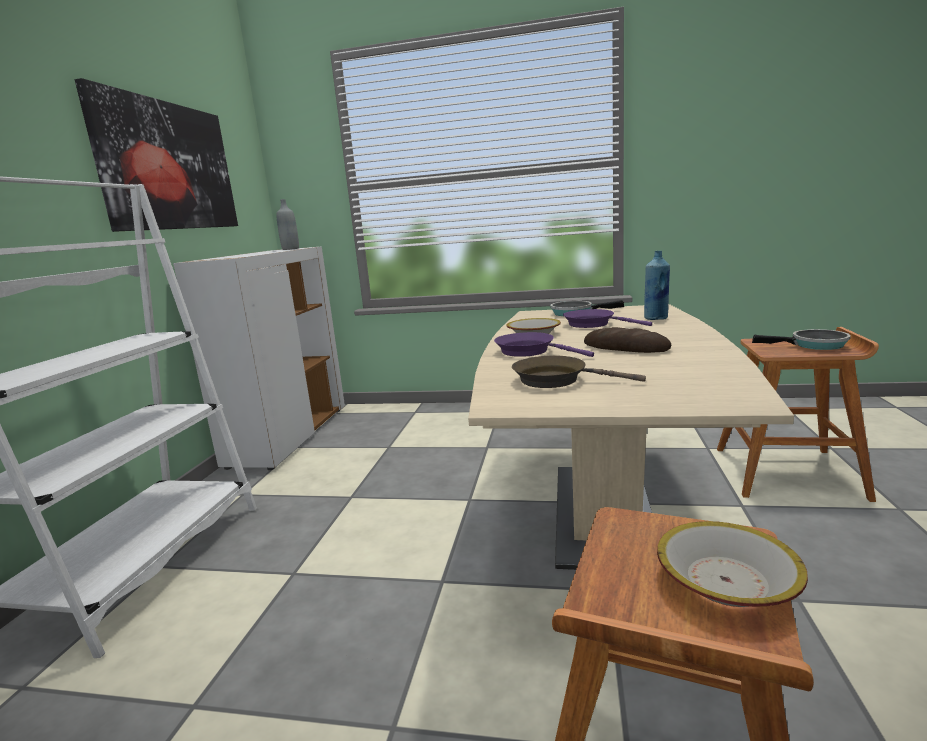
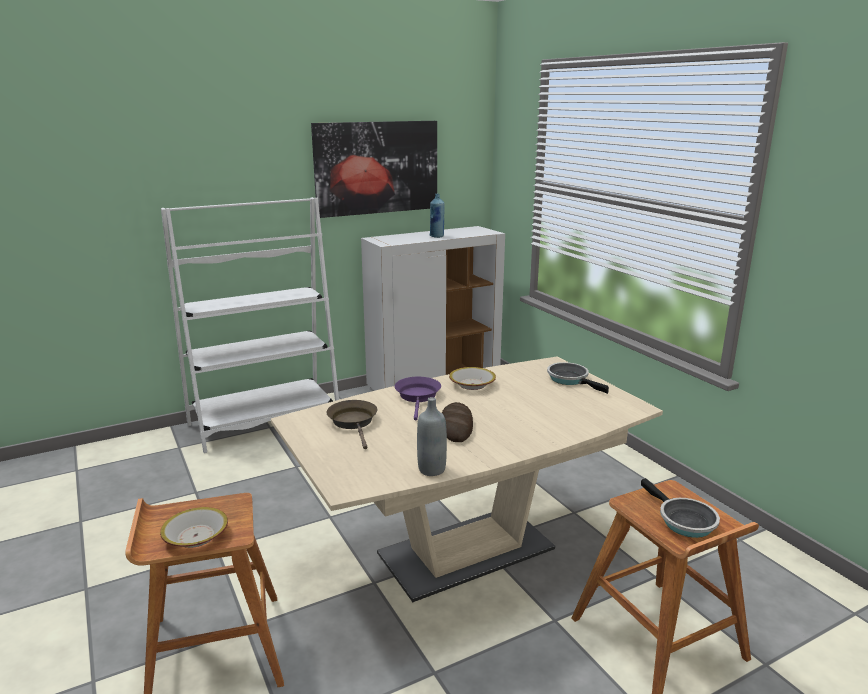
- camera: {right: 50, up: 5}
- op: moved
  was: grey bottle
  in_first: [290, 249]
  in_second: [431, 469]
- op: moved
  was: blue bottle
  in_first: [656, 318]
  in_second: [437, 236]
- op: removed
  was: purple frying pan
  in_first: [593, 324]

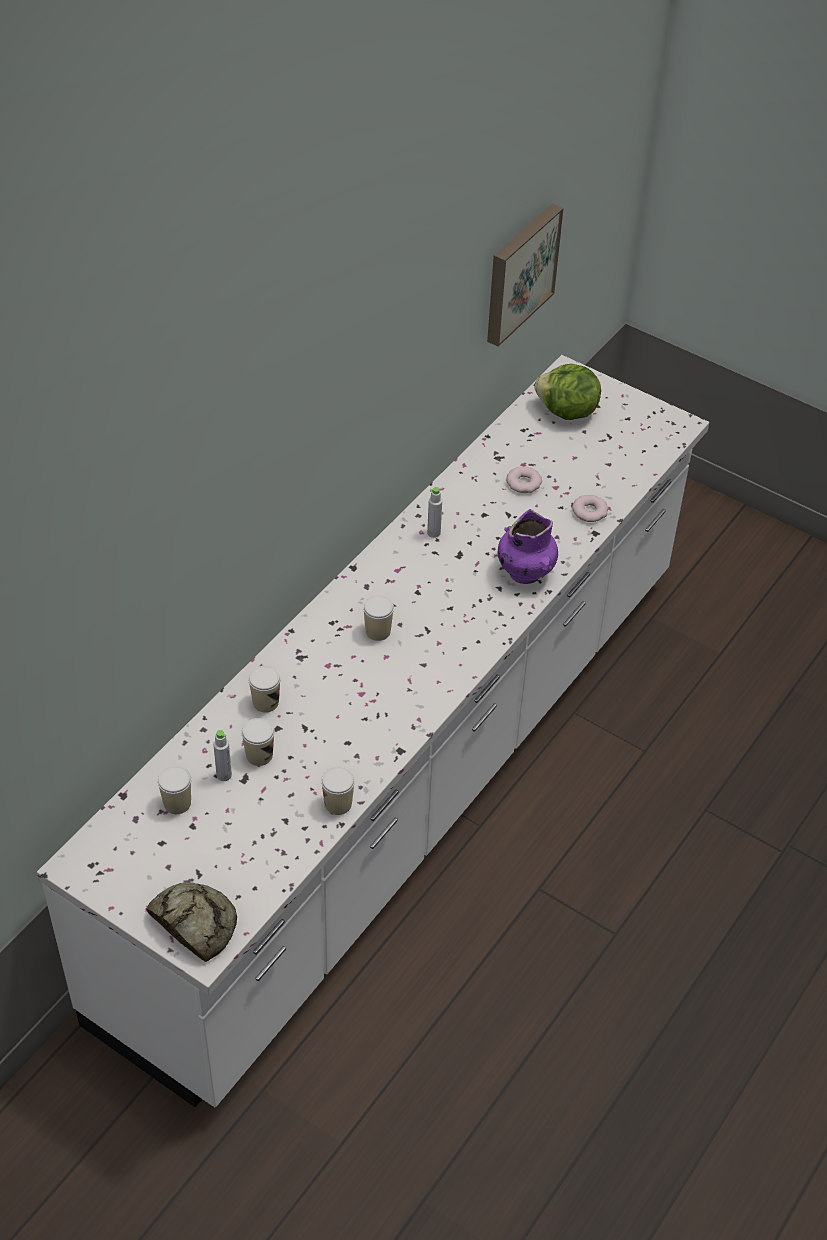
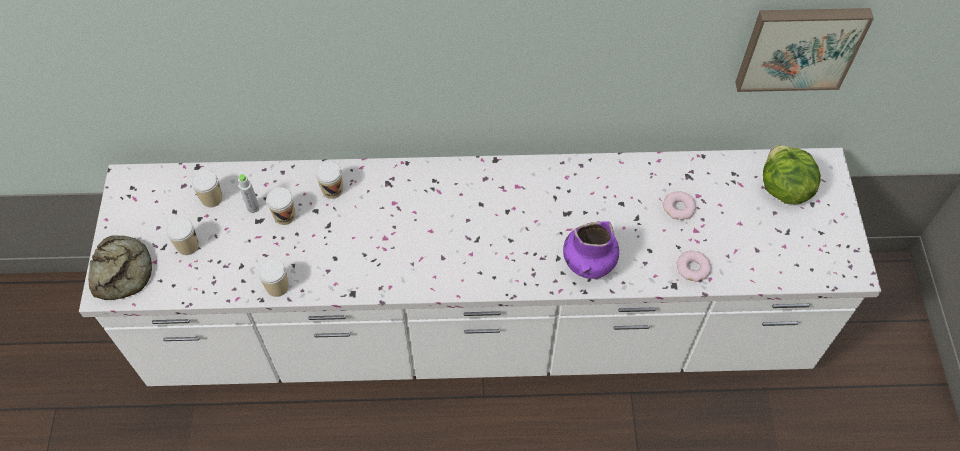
- camera: {right: 55, up: 10}
- op: moved
  was: cup
  in_first: [378, 631]
  in_second: [187, 245]
- op: removed
  was: grey bottle
  in_first: [433, 533]

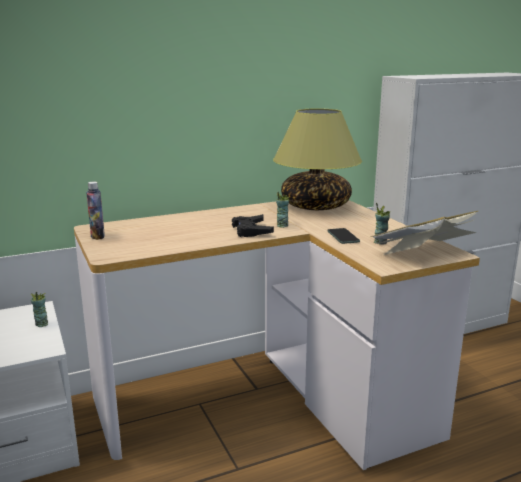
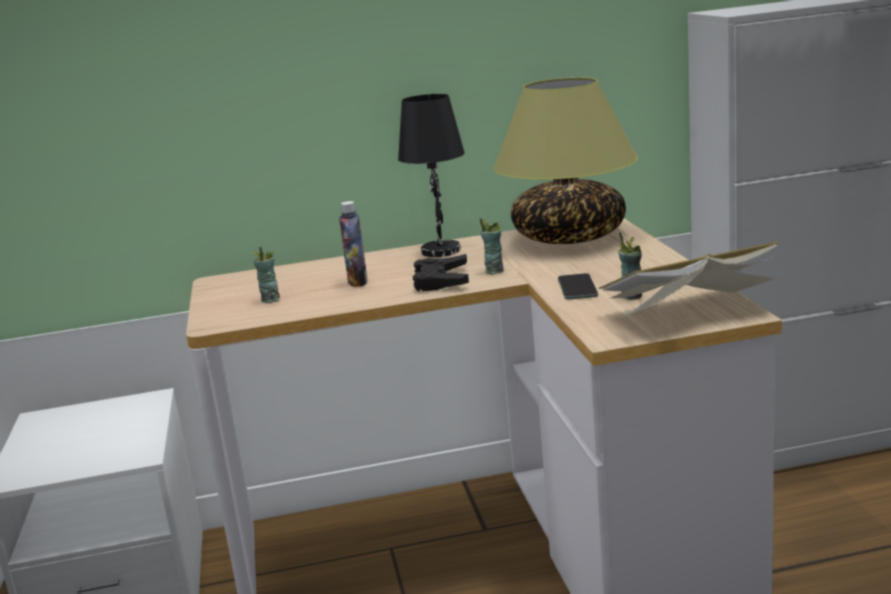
- camera: {right: 15, up: 0}
- op: moved
  was: cup
  in_first: [41, 324]
  in_second: [270, 300]
- op: moved
  was: bottle
  in_first: [97, 236]
  in_second: [357, 282]
- op: added
  now: black table lamp
  in_second: [440, 250]

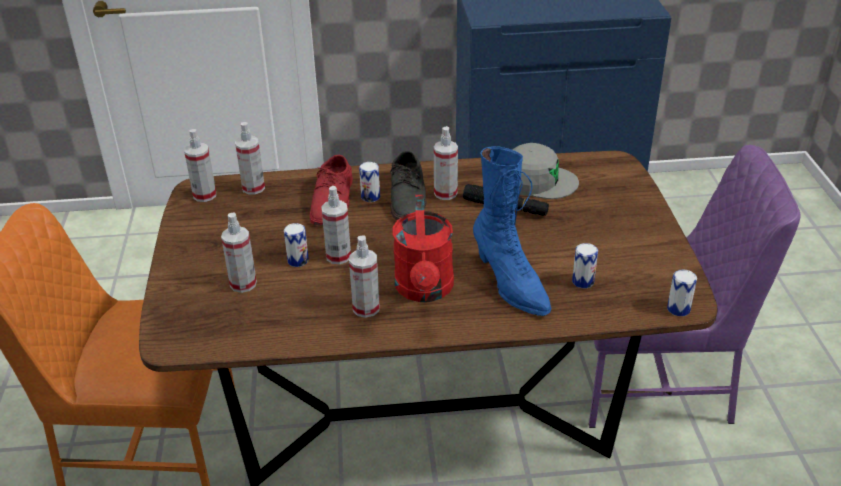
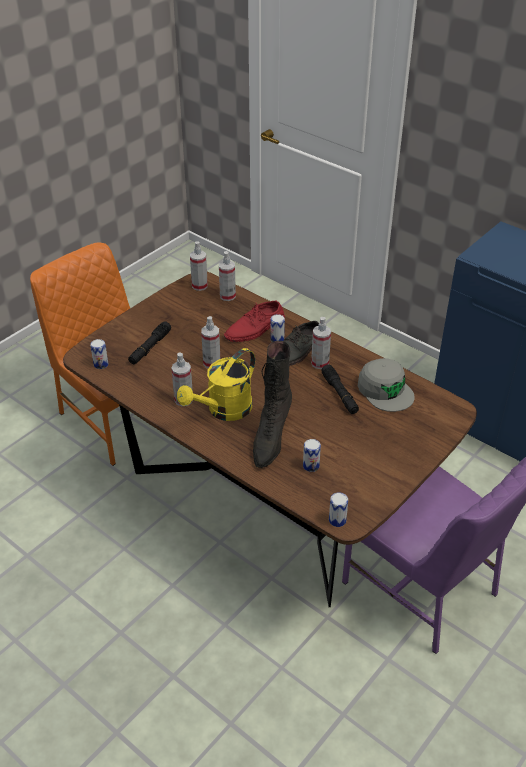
- camera: {right: 45, up: 5}
- op: moved
  was: can
  in_first: [298, 260]
  in_second: [101, 364]
- op: replaced
  was: spray bottle
  now: black flashlight
  in_first: [243, 284]
  in_second: [150, 347]
- op: recoloured
  was: red watering can
  now: yellow watering can
  in_first: [425, 290]
  in_second: [224, 411]
- op: recoloured
  was: blue boot
  now: black boot
  in_first: [510, 284]
  in_second: [270, 438]

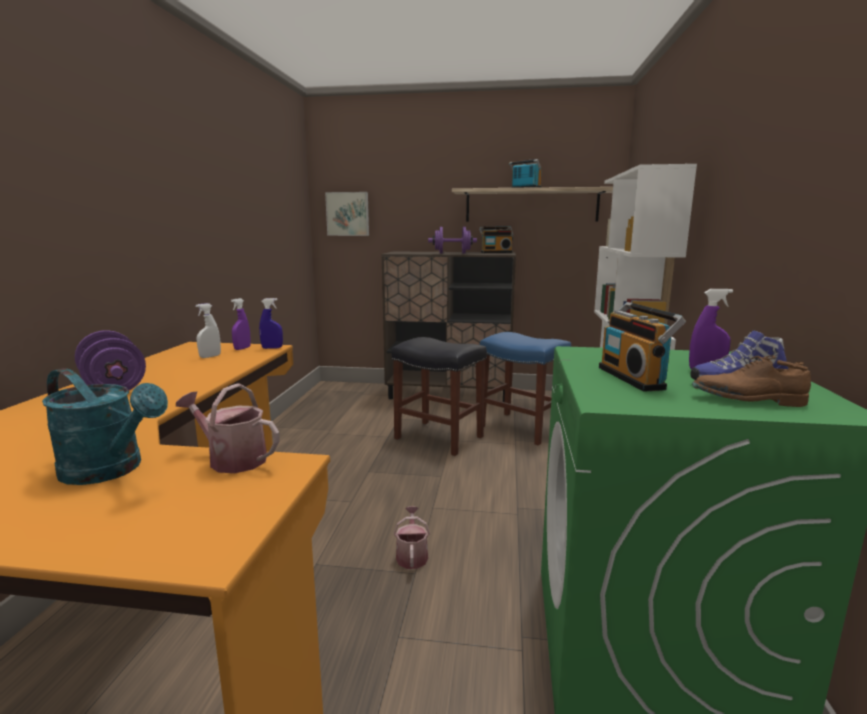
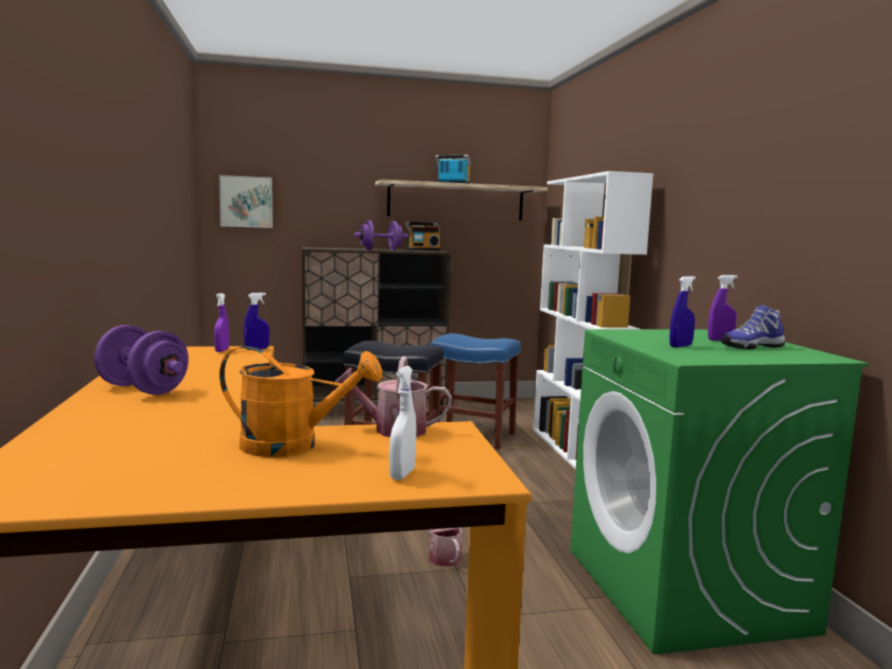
- camera: {right: -20, up: -5}
- op: recoloured
  was: turquoise watering can
  now: orange watering can
  in_first: [110, 470]
  in_second: [293, 445]
- op: moved
  was: white spray bottle
  in_first: [210, 356]
  in_second: [402, 474]
- op: replaced
  was: radio
  now: blue spray bottle
  in_first: [634, 378]
  in_second: [680, 346]
- op: removed
  was: brown shoe
  in_first: [747, 400]

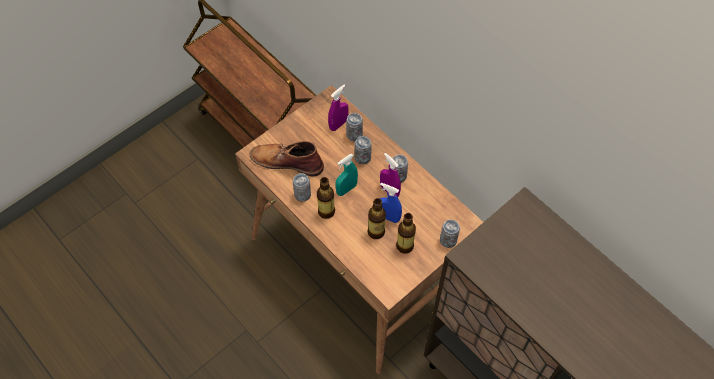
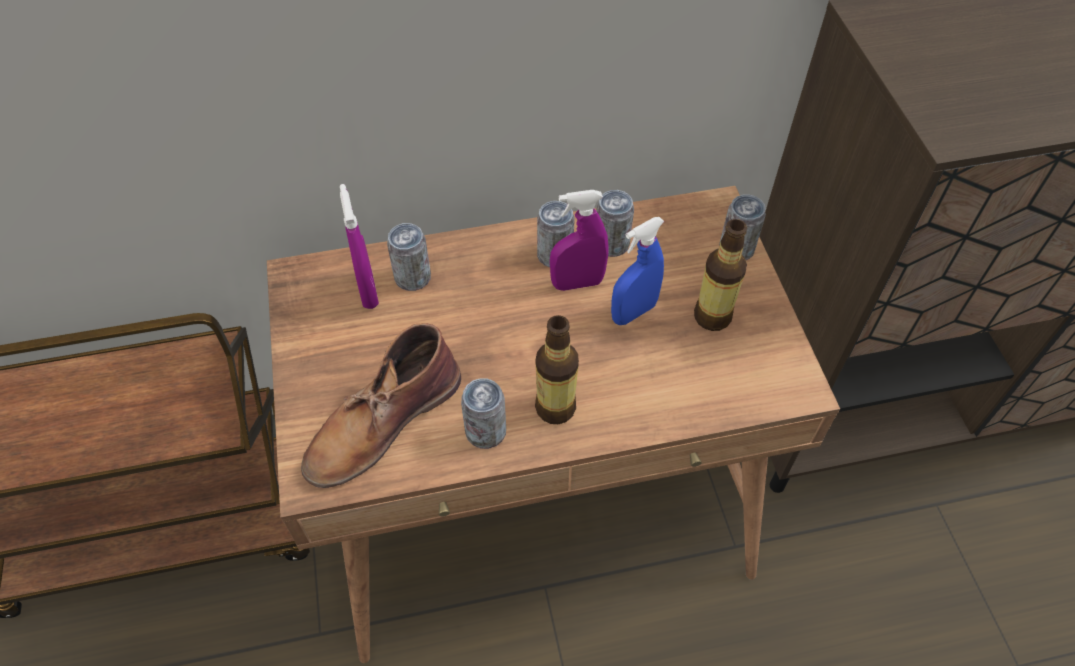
- camera: {right: -60, up: -5}
- op: moved
  was: can
  in_first: [362, 158]
  in_second: [611, 244]
- op: removed
  was: turquoise spray bottle
  in_first: [346, 189]
- op: removed
  was: bottle
  in_first: [376, 232]

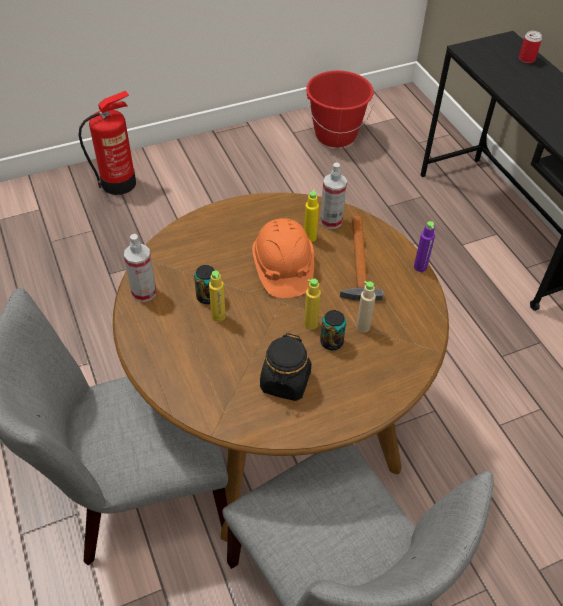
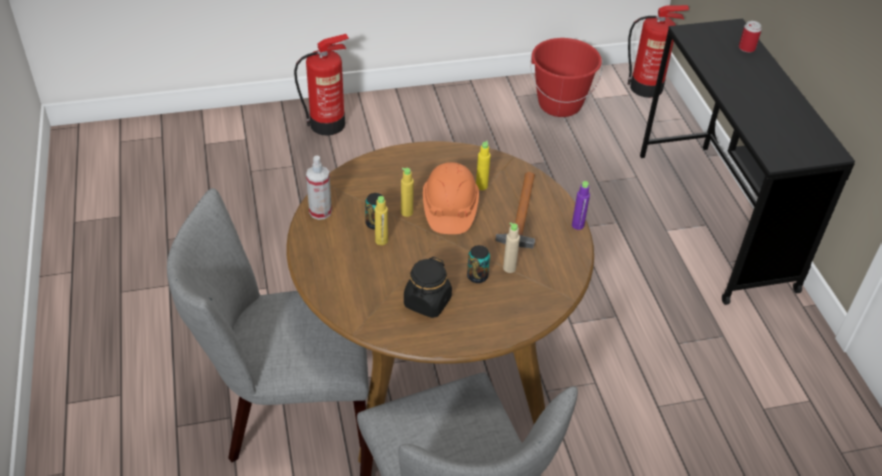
- camera: {right: 10, up: -5}
- op: moved
  was: yellow bottle
  in_first: [310, 324]
  in_second: [406, 212]
- op: added
  now: fire extinguisher
  in_second: [647, 87]
- op: removed
  was: spray bottle
  in_first: [331, 221]

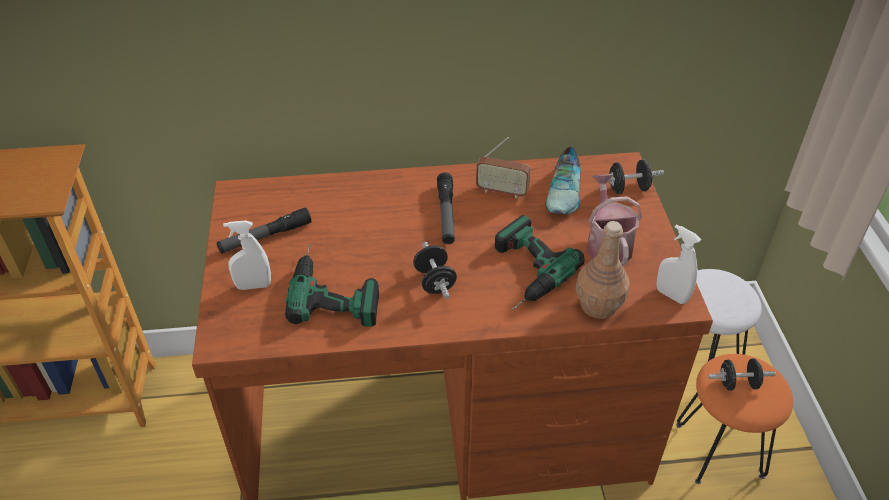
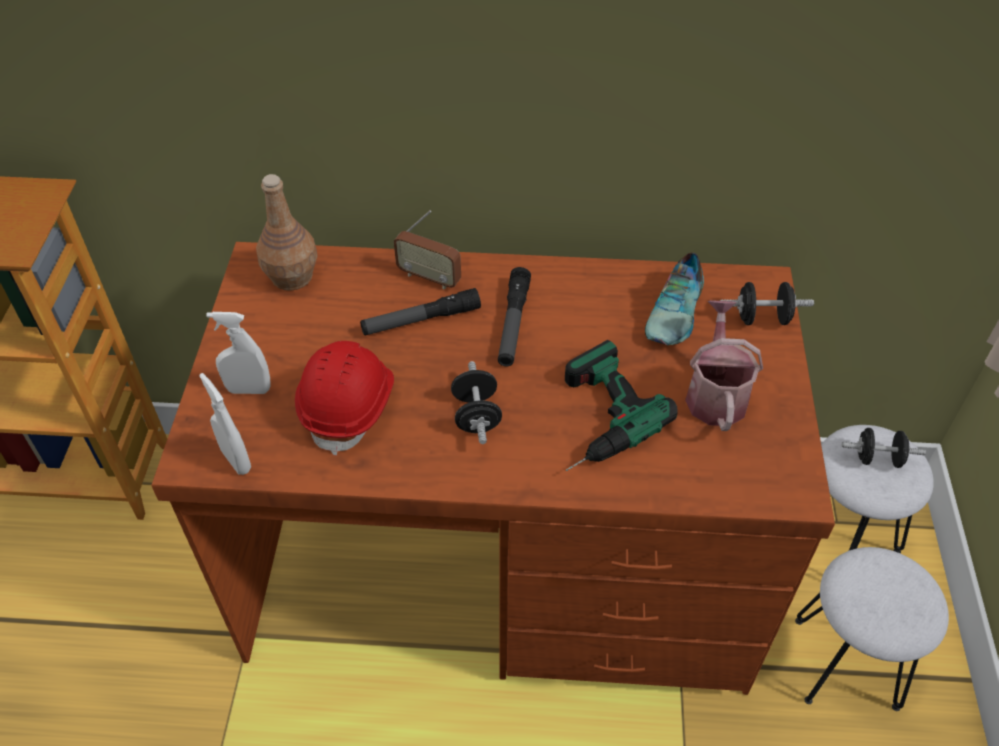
- camera: {right: 10, up: 5}
- op: moved
  was: white spray bottle
  in_first: [671, 295]
  in_second: [236, 460]
- op: moved
  was: brown bottle
  in_first: [598, 305]
  in_second: [292, 276]
- op: replaced
  was: power drill
  now: red hard hat
  in_first: [335, 287]
  in_second: [349, 406]
- op: moved
  was: flashlight
  in_first: [265, 237]
  in_second: [421, 320]
- op: moved
  was: radio
  in_first: [502, 191]
  in_second: [429, 277]
- op: recoloured
  was: orange stool
  now: white stool
  in_first: [719, 449]
  in_second: [845, 661]
- op: moved
  was: black dumbbell
  in_first: [737, 383]
  in_second: [878, 458]

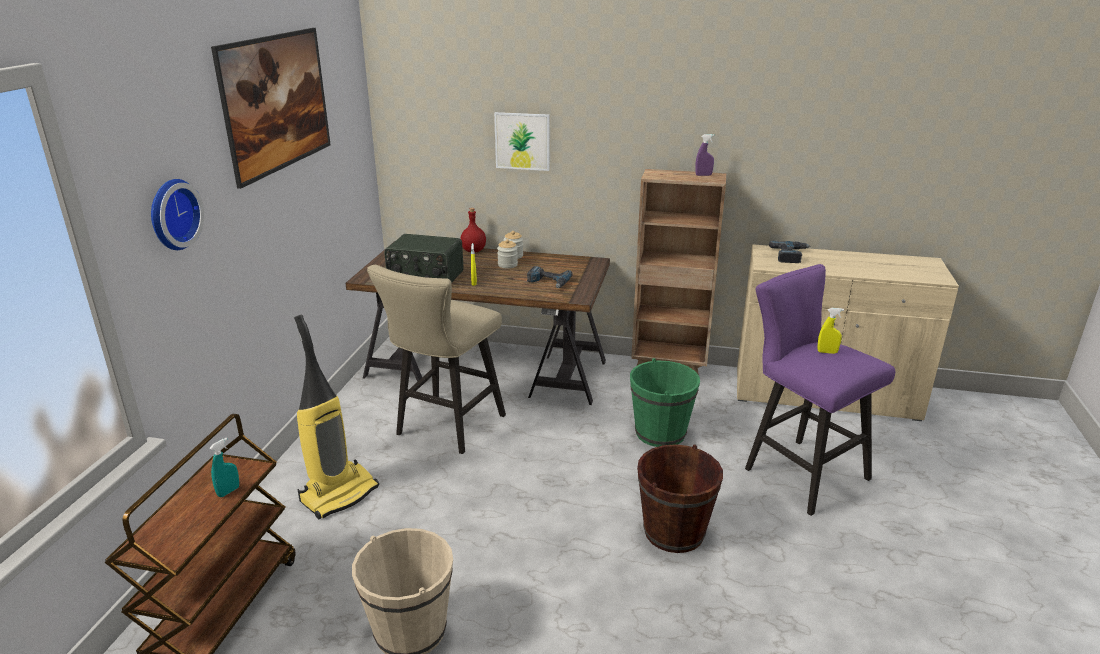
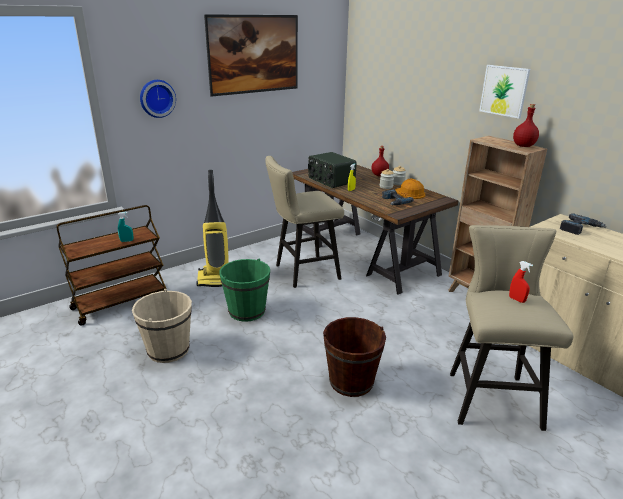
- camera: {right: 40, up: 0}
- op: moved
  was: green bucket
  in_first: [660, 433]
  in_second: [247, 311]
- op: added
  now: orange hard hat
  in_second: [409, 193]
- op: recoloured
  was: purple stool
  now: beige stool
  in_first: [799, 471]
  in_second: [490, 395]
- op: moved
  was: picture
  in_first: [522, 141]
  in_second: [504, 91]
- op: recoloured
  was: yellow spray bottle
  now: red spray bottle
  in_first: [827, 352]
  in_second: [516, 299]
- op: replaced
  was: purple spray bottle
  now: red bottle
  in_first: [703, 175]
  in_second: [524, 146]

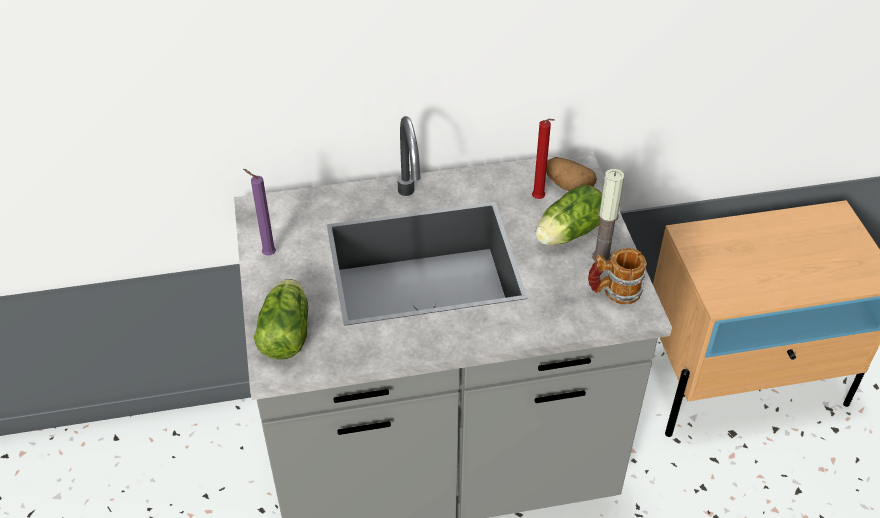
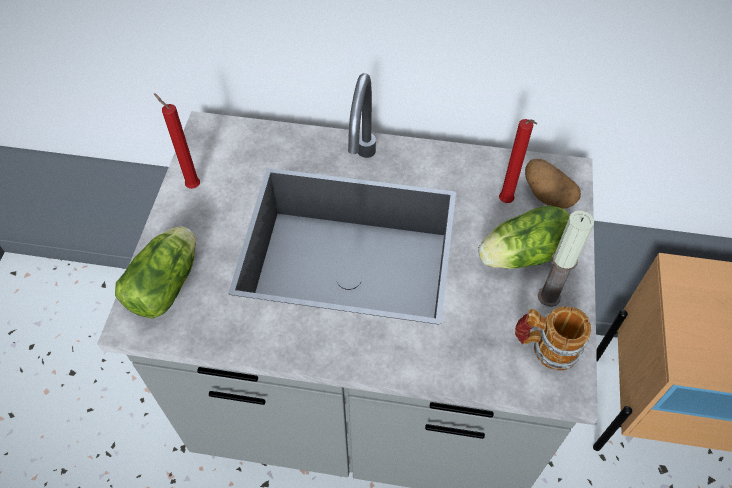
- camera: {right: 20, up: 10}
- op: recoloured
  was: purple candle
  now: red candle
  in_first: [267, 254]
  in_second: [191, 185]

